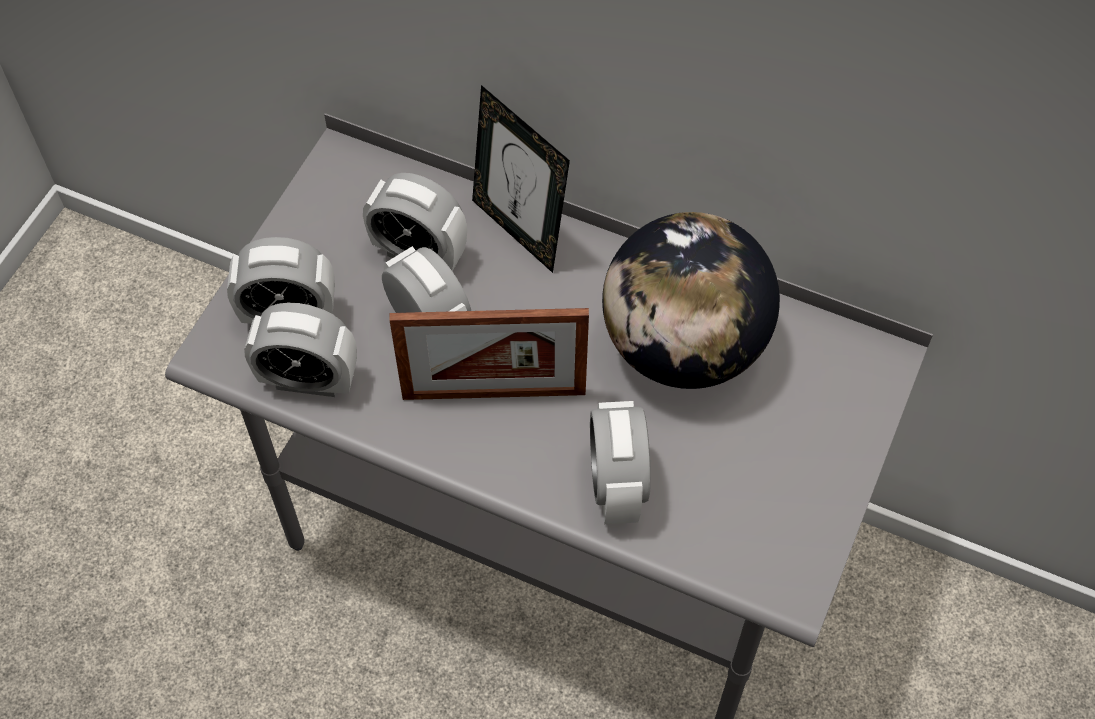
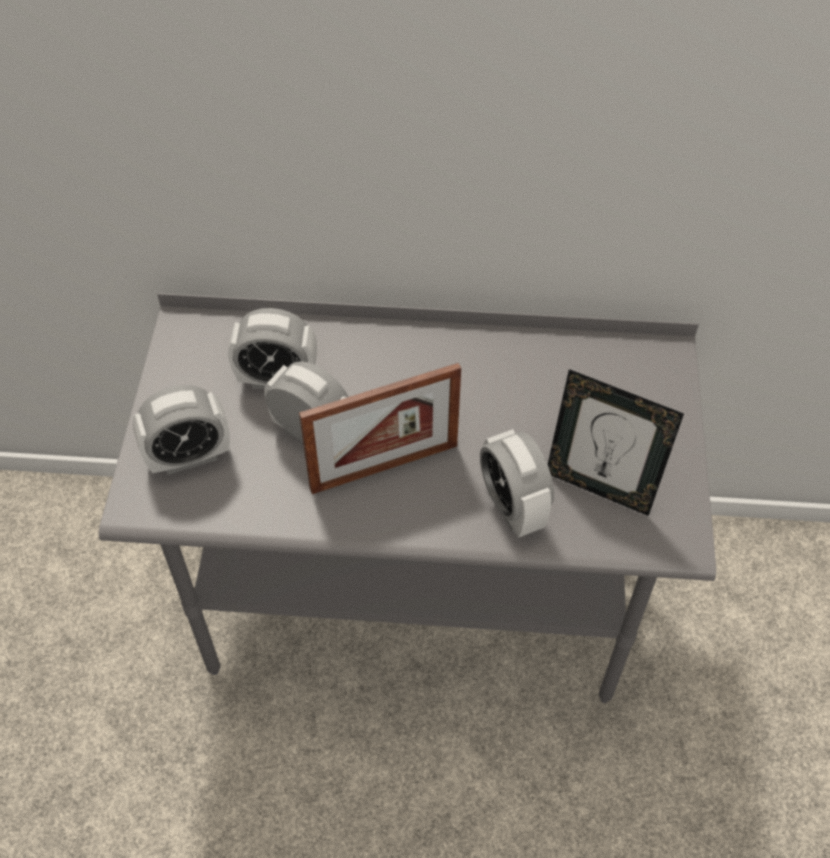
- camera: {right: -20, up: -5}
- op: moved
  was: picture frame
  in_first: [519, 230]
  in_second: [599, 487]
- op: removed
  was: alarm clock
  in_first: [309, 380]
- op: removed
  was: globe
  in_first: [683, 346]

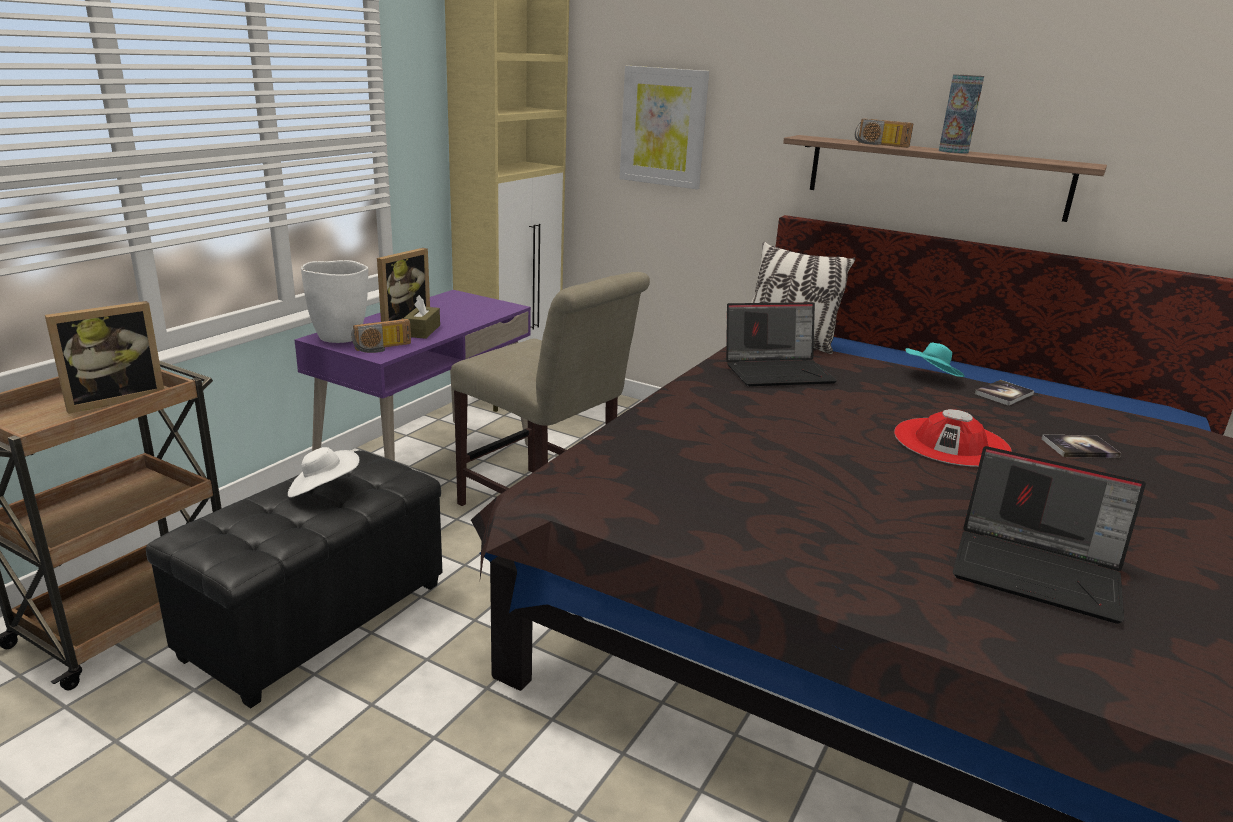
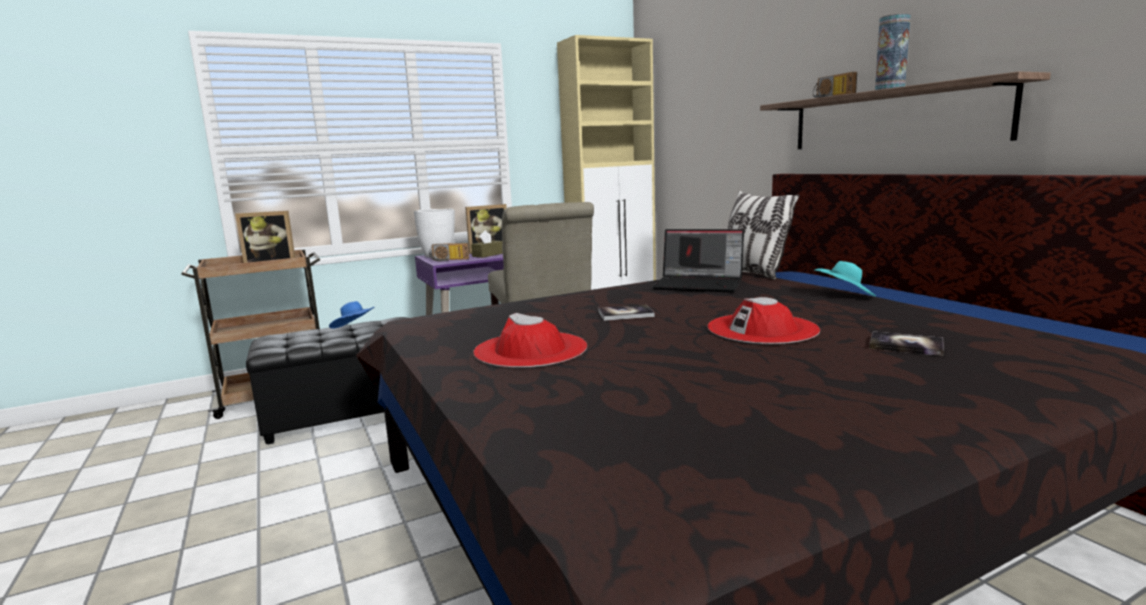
- camera: {right: 35, up: -10}
- op: recoloured
  was: white hat
  now: blue hat
  in_first: [323, 490]
  in_second: [354, 328]
- op: added
  now: red hat
  in_second: [530, 350]
- op: moved
  was: book
  in_first: [1004, 394]
  in_second: [625, 314]
- op: removed
  was: picture
  in_first: [663, 127]
- op: removed
  was: laptop
  in_first: [1039, 571]

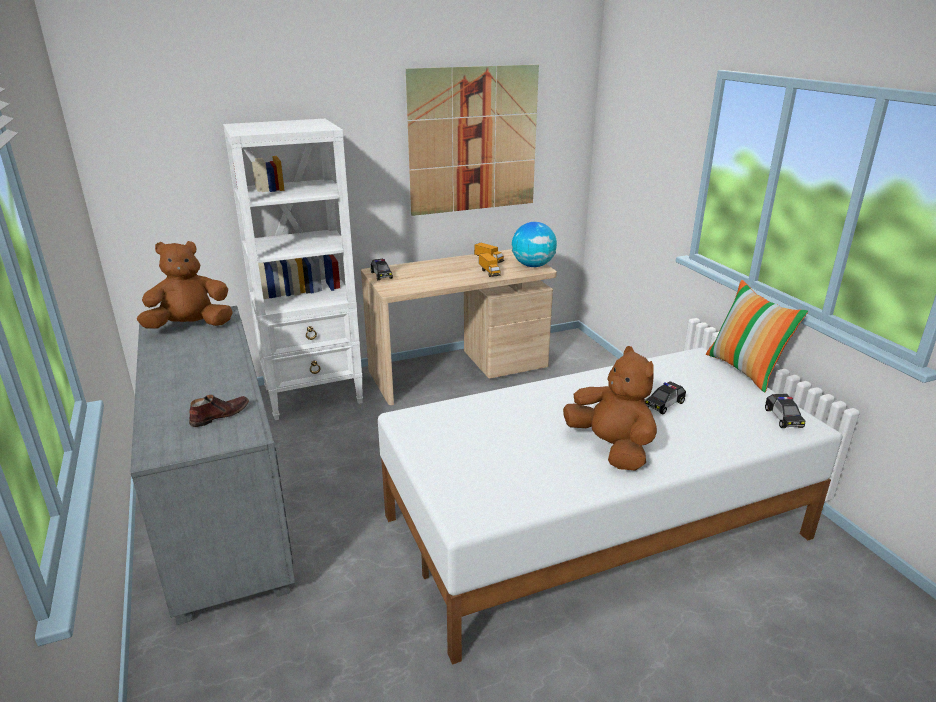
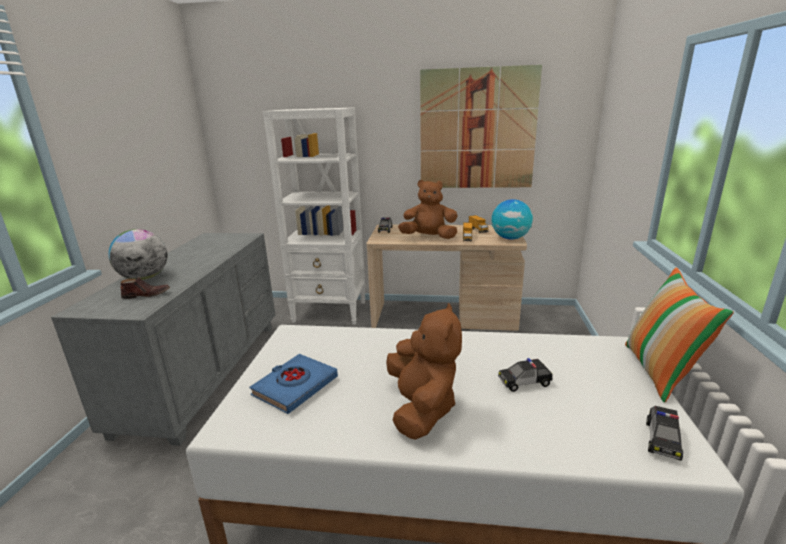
- camera: {right: 30, up: -5}
- op: added
  now: globe
  in_second: [144, 278]
- op: added
  now: blue book
  in_second: [295, 386]
- op: moved
  was: brown plush toy
  in_first: [190, 326]
  in_second: [429, 237]

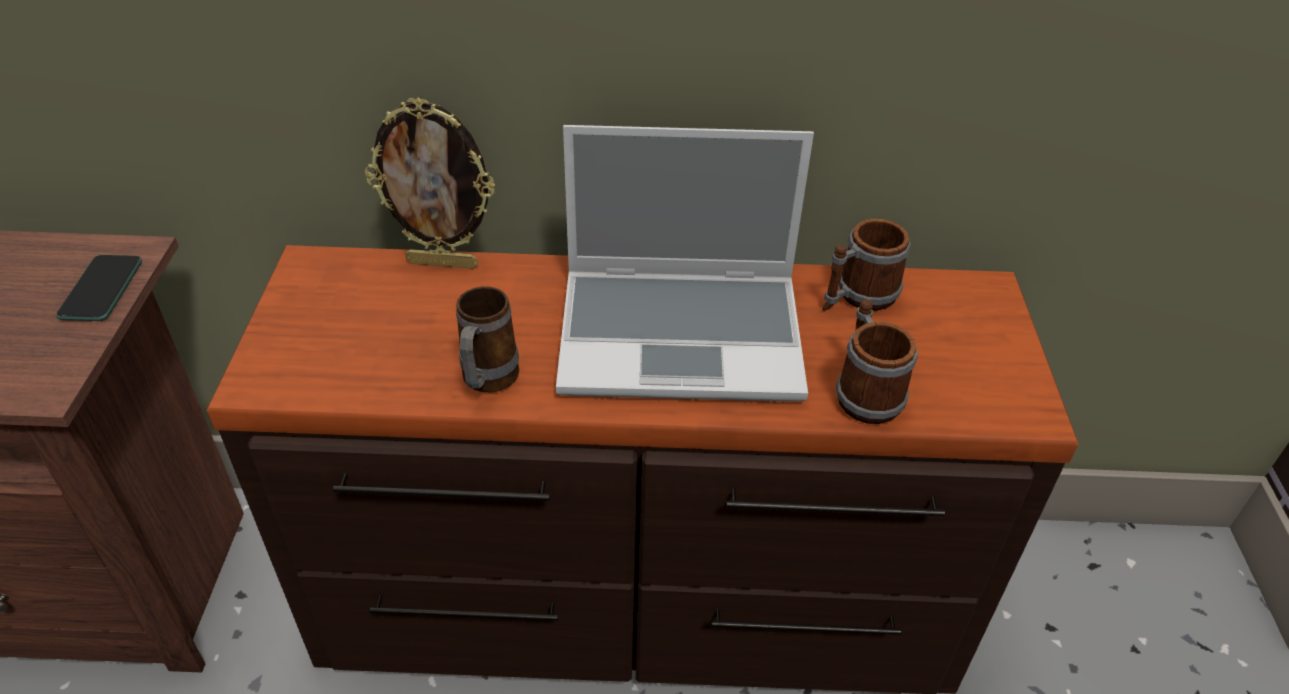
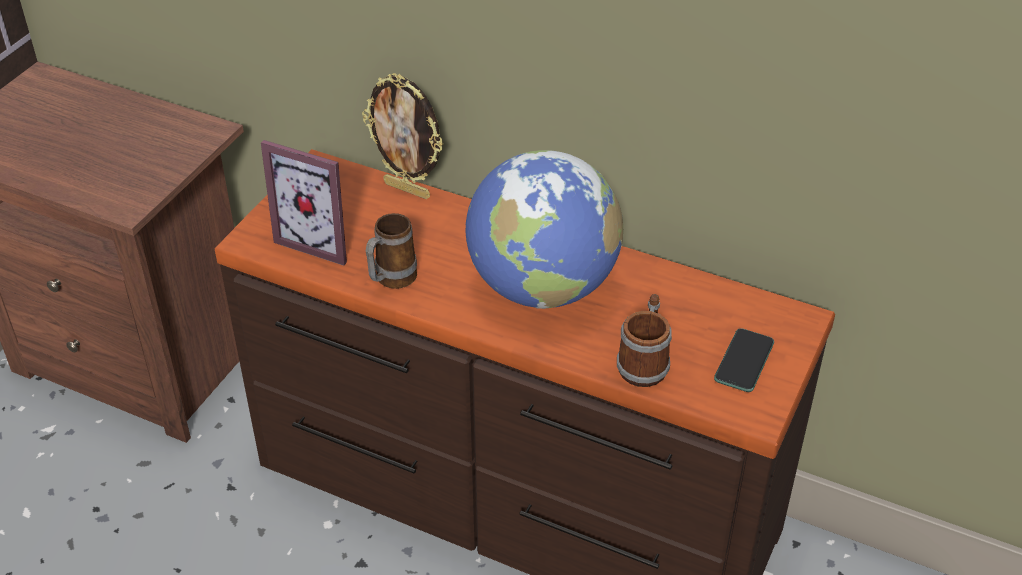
- camera: {right: 25, up: 0}
- op: added
  now: picture frame
  in_second: [320, 240]
- op: replaced
  was: laptop
  now: globe
  in_first: [683, 335]
  in_second: [542, 287]
- op: moved
  was: phone
  in_first: [101, 289]
  in_second: [744, 361]
- op: removed
  was: mug
  in_first: [857, 297]

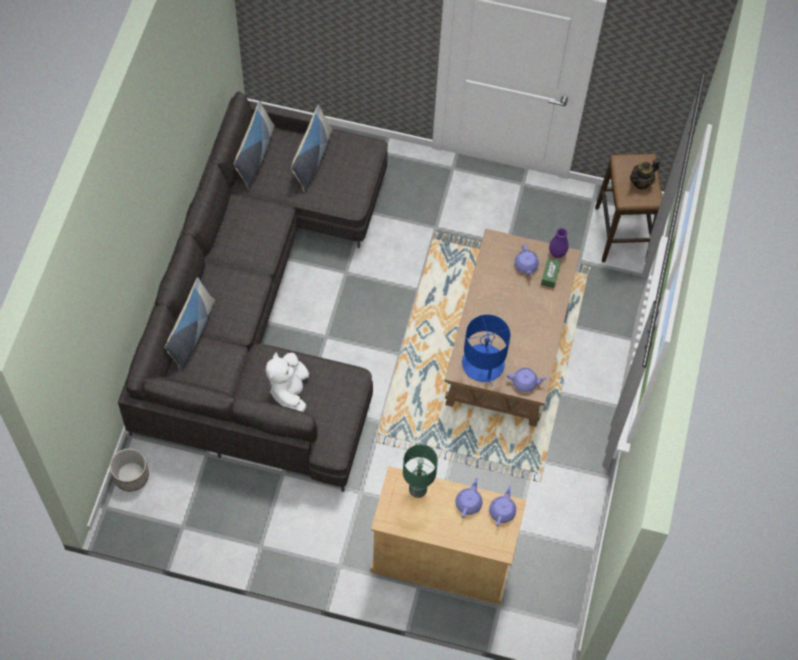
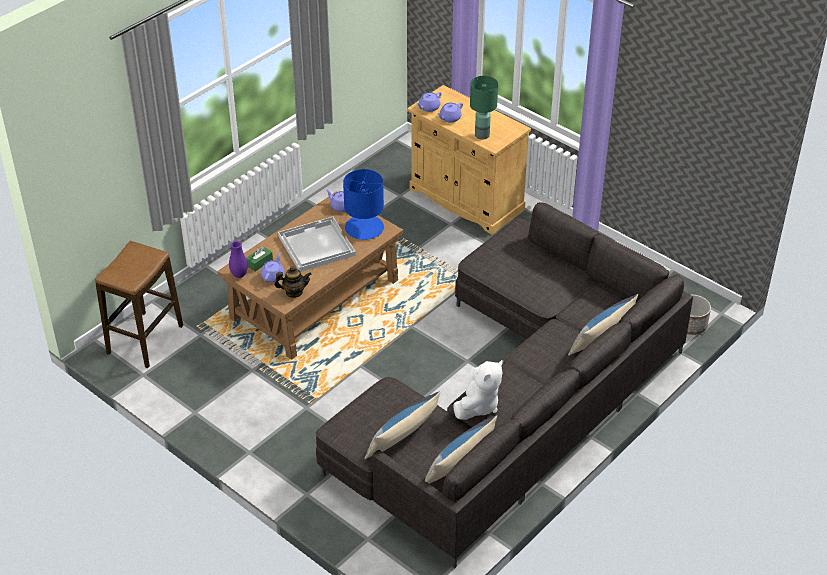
- camera: {right: -150, up: -20}
- op: moved
  was: teapot
  in_first: [641, 182]
  in_second: [294, 292]
- op: added
  now: white tray
  in_second: [315, 245]
- op: moved
  was: white plush toy
  in_first: [290, 392]
  in_second: [478, 405]

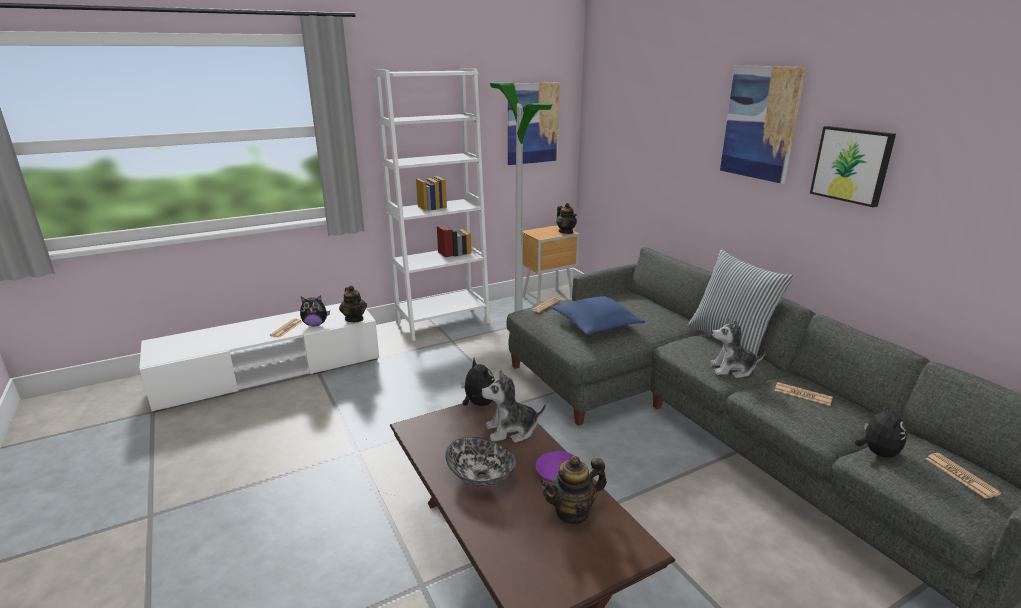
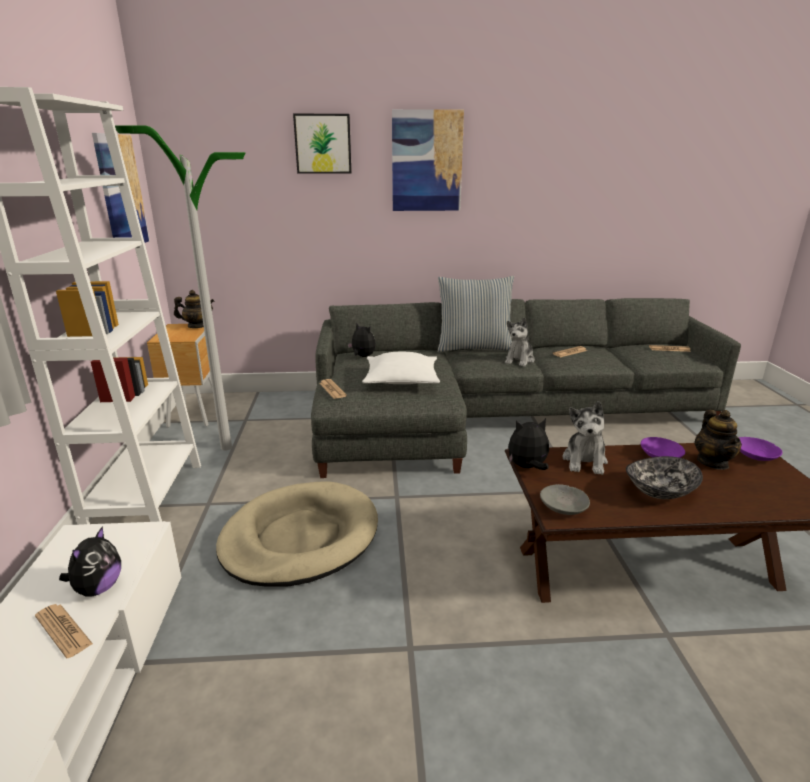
- camera: {right: -65, up: 0}
- op: added
  now: beige dog bed
  in_second: [300, 538]
- op: moved
  was: picture
  in_first: [852, 165]
  in_second: [323, 144]
- op: moved
  was: plush toy
  in_first: [876, 453]
  in_second: [362, 356]
- op: recoloured
  was: blue pillow
  now: white pillow
  in_first: [596, 324]
  in_second: [401, 379]
- op: added
  now: grey bowl
  in_second: [564, 507]
- op: added
  now: purple bowl
  in_second: [756, 456]
- op: removed
  was: teapot
  in_first: [354, 319]

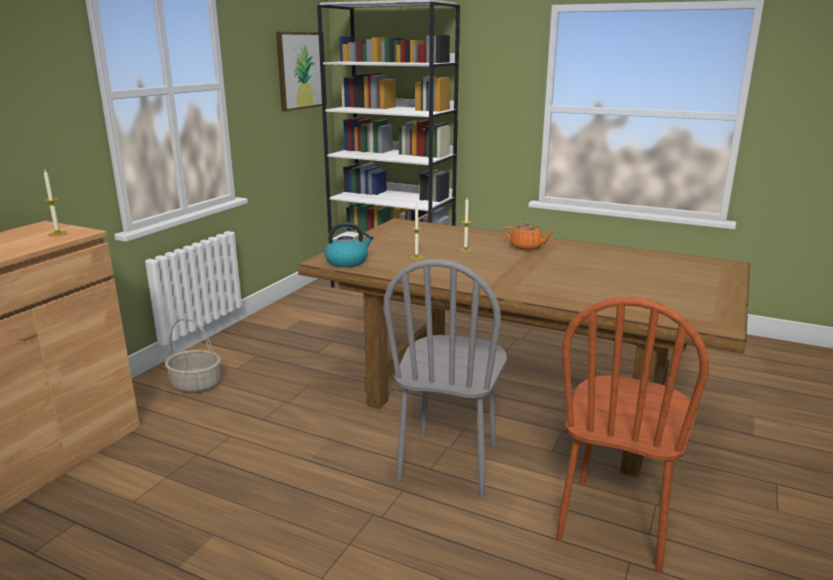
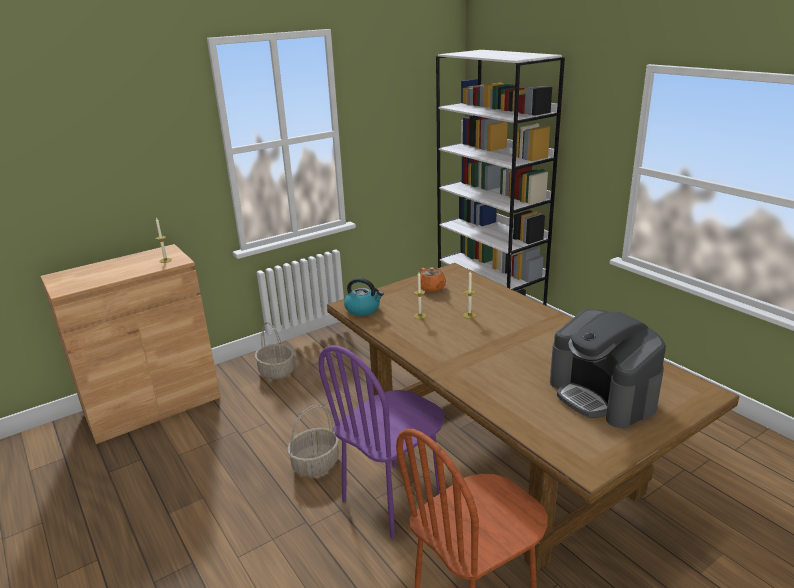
- camera: {right: 30, up: 5}
- op: added
  now: basket
  in_second: [315, 463]
- op: recoloured
  was: grey chair
  now: purple chair
  in_first: [449, 463]
  in_second: [392, 498]
- op: moved
  was: orange teapot
  in_first: [527, 247]
  in_second: [432, 288]
- op: added
  now: coffee machine
  in_second: [602, 395]
- op: removed
  was: picture
  in_first: [301, 70]

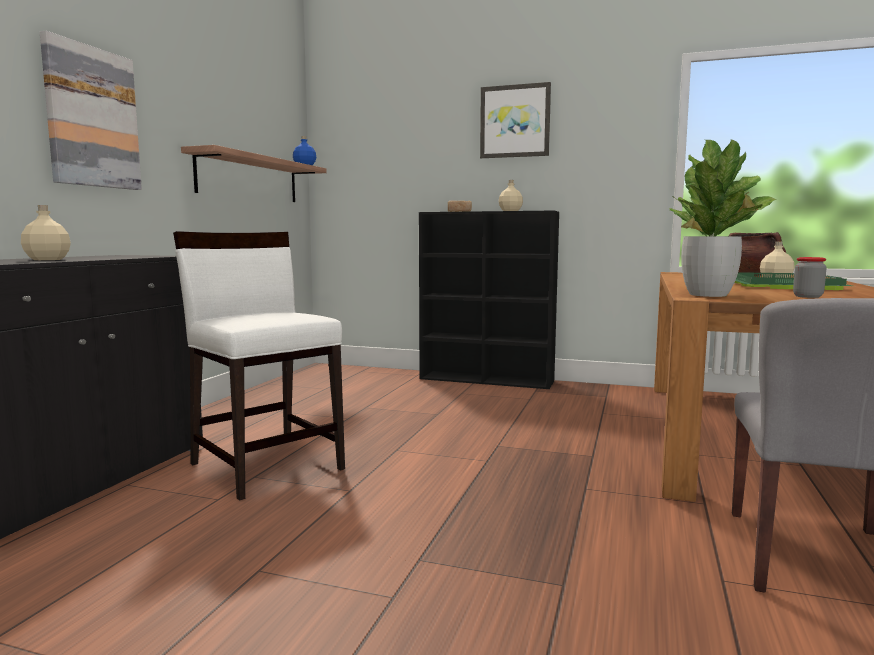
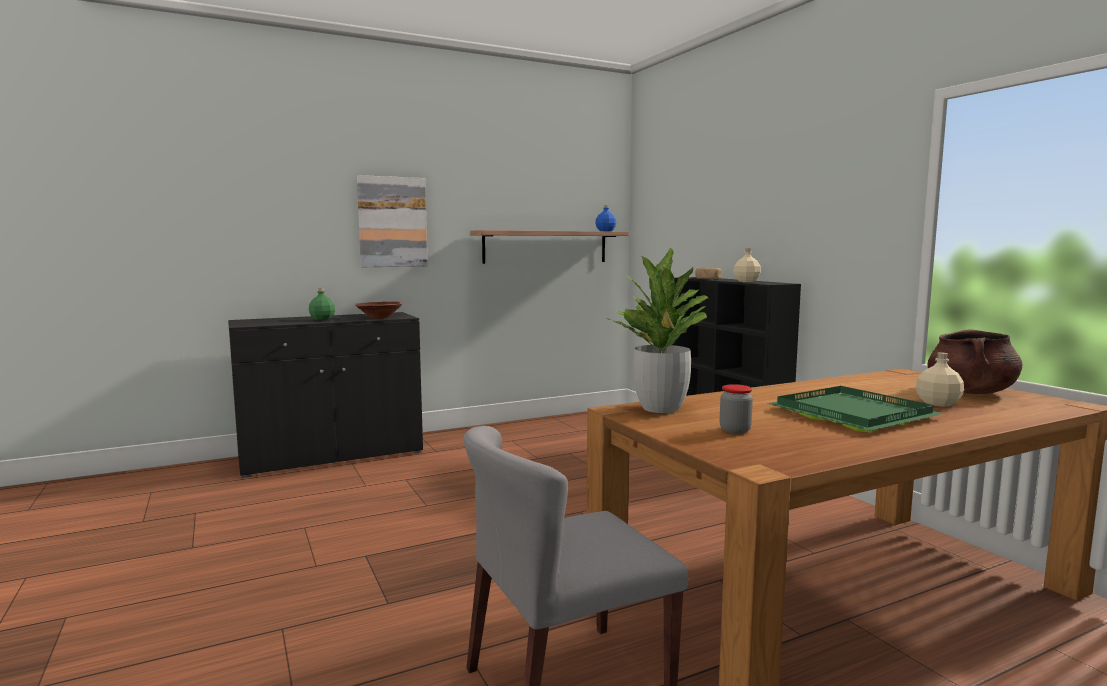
- camera: {right: 45, up: 0}
- op: recoloured
  was: beige bottle
  now: green bottle
  in_first: [47, 259]
  in_second: [322, 319]
- op: added
  now: brown bowl
  in_second: [379, 317]
- op: removed
  was: white chair
  in_first: [267, 465]
- op: removed
  was: picture
  in_first: [515, 121]

